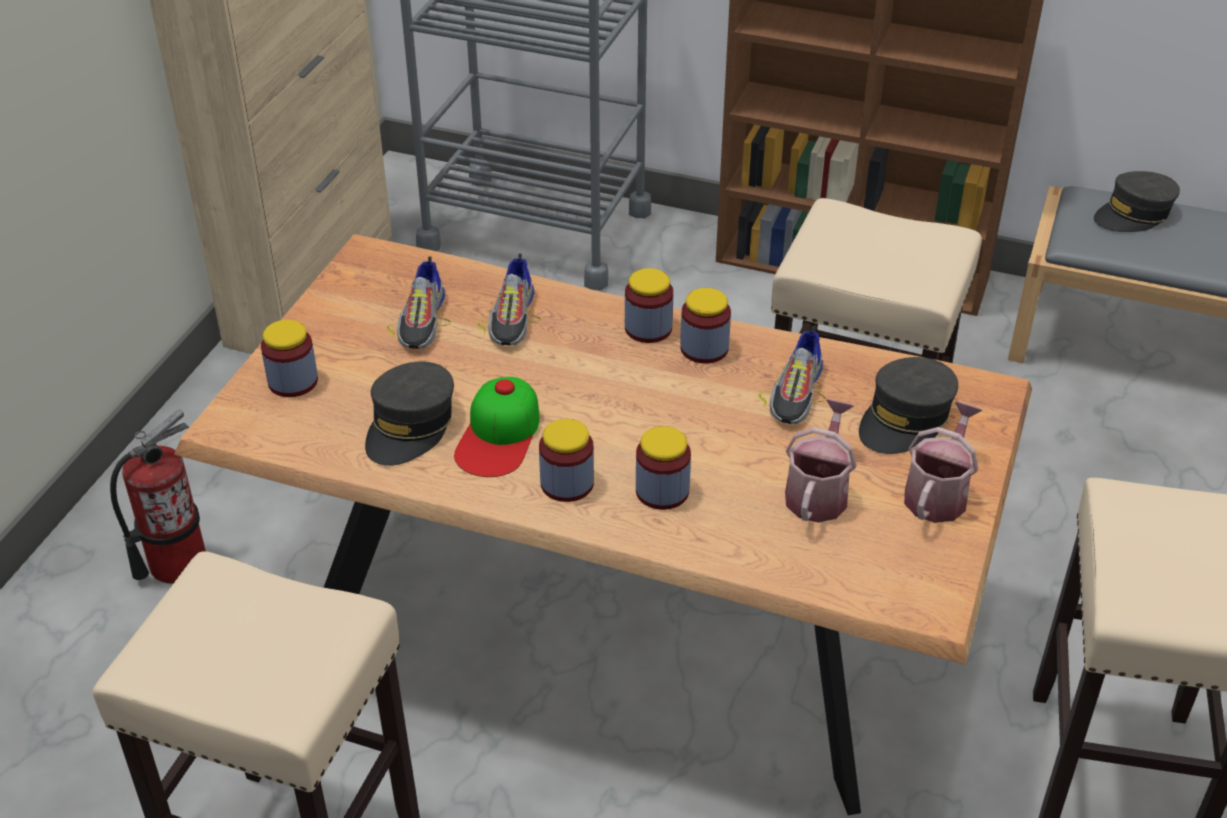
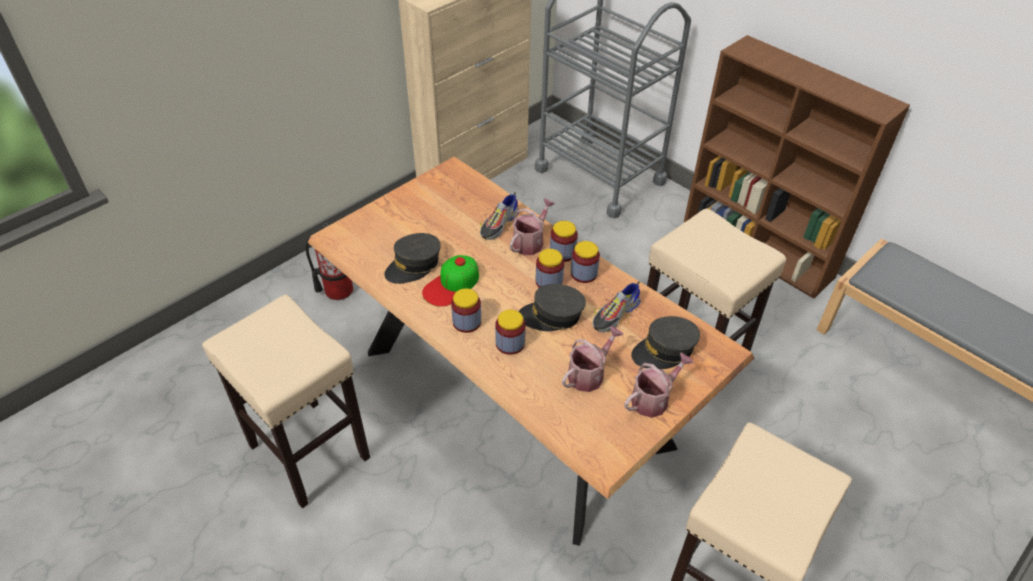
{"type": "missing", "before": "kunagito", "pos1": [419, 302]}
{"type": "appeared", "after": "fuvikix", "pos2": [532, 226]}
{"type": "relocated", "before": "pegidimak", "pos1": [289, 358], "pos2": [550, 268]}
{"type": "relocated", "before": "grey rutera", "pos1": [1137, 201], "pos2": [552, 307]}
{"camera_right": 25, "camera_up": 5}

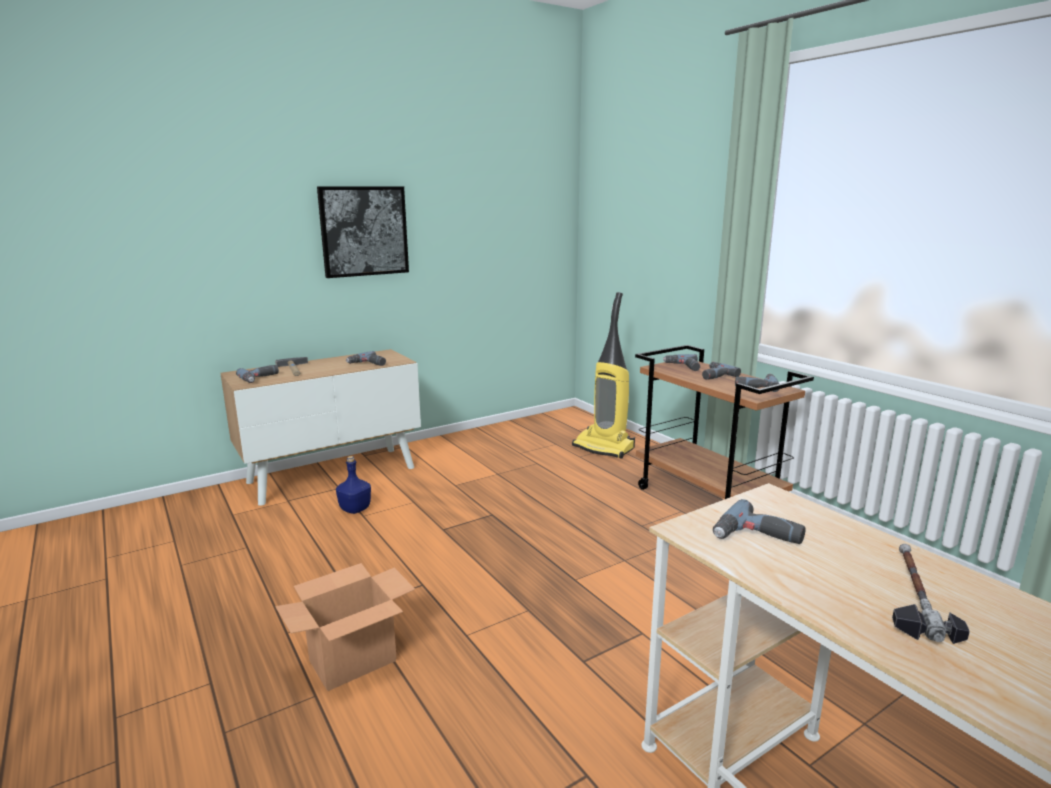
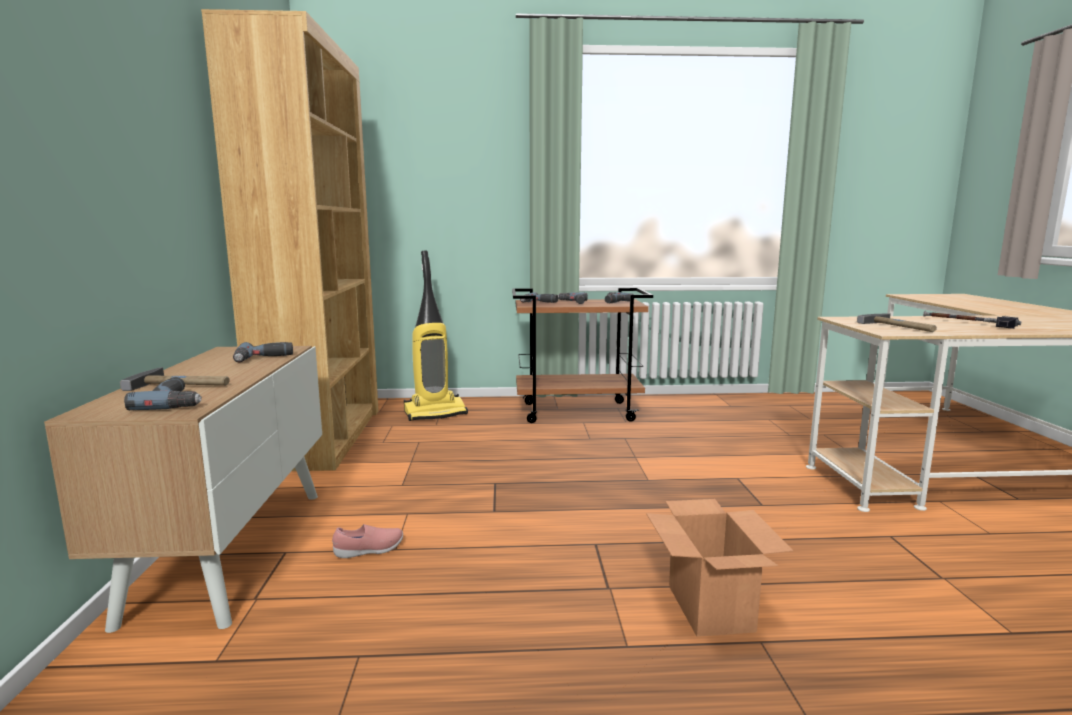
{"type": "missing", "before": "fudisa", "pos1": [363, 232]}
{"type": "appeared", "after": "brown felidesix", "pos2": [290, 240]}
{"type": "exchanged", "before": "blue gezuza", "after": "pink kunagito", "pos1": [353, 485], "pos2": [367, 541]}
{"type": "exchanged", "before": "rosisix", "after": "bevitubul", "pos1": [759, 521], "pos2": [897, 322]}
{"camera_right": -60, "camera_up": -5}

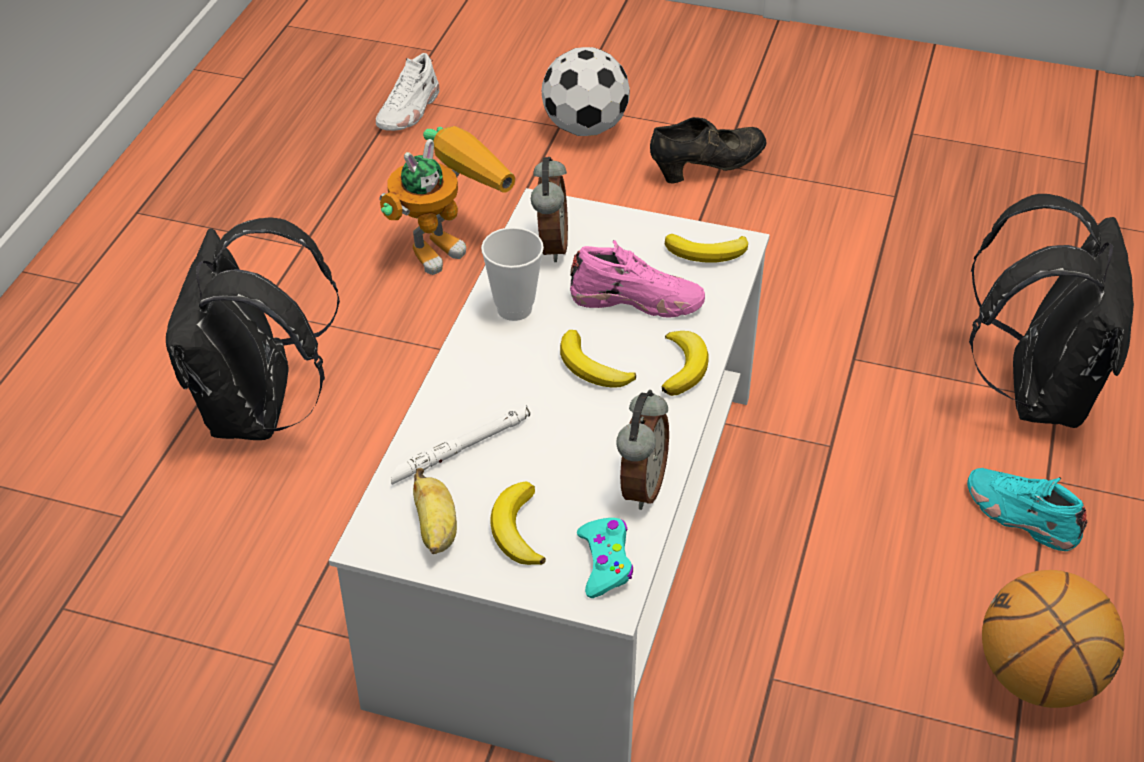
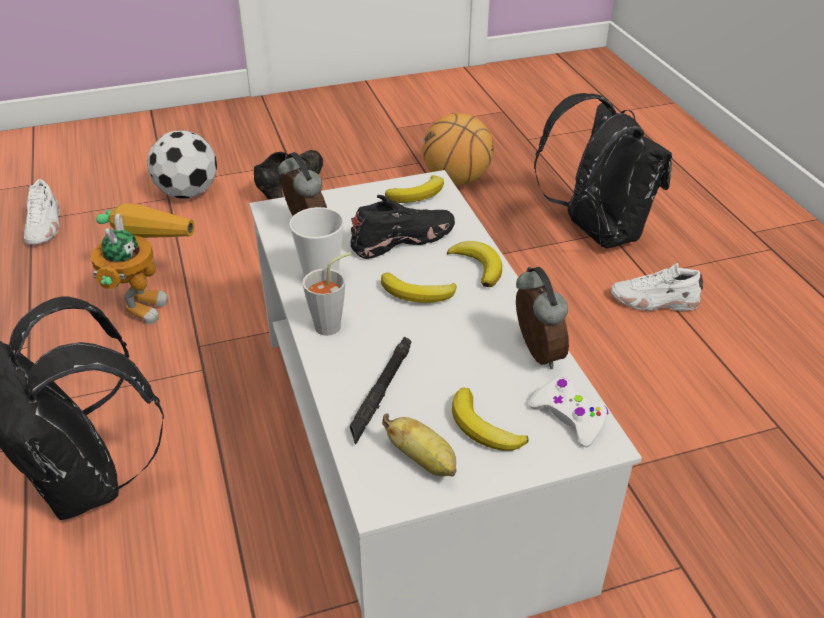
{"type": "appeared", "after": "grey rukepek", "pos2": [327, 294]}
{"type": "relocated", "before": "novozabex", "pos1": [1053, 639], "pos2": [458, 149]}
{"type": "colour", "before": "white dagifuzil", "after": "black dagifuzil", "pos1": [460, 445], "pos2": [380, 391]}
{"type": "colour", "before": "pink kunagito", "after": "black kunagito", "pos1": [637, 279], "pos2": [402, 227]}
{"type": "colour", "before": "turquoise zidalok", "after": "white zidalok", "pos1": [605, 558], "pos2": [568, 412]}
{"type": "colour", "before": "turquoise kunagito", "after": "white kunagito", "pos1": [1027, 509], "pos2": [657, 286]}
{"camera_right": -35, "camera_up": -5}

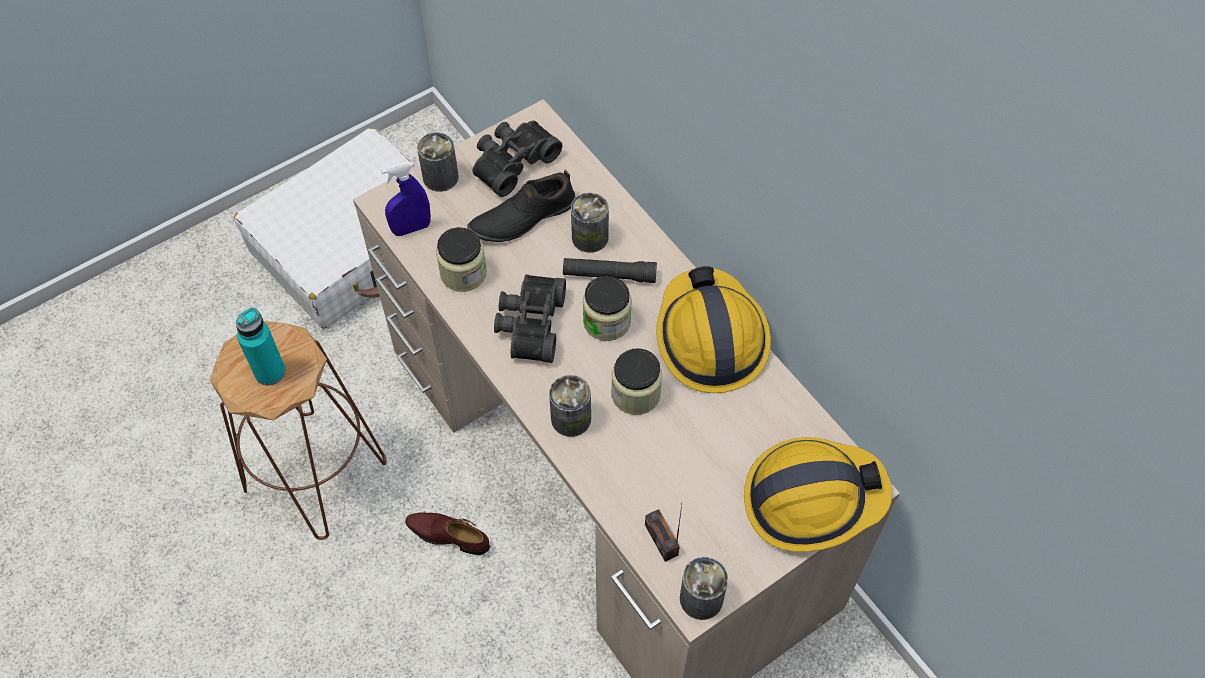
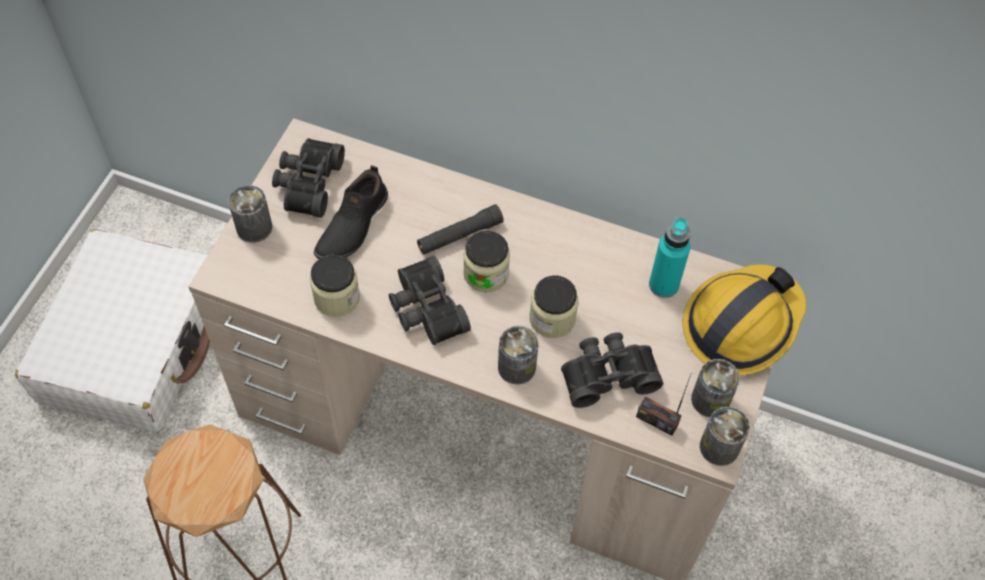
{"type": "missing", "before": "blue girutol", "pos1": [406, 199]}
{"type": "missing", "before": "brown kunagito", "pos1": [447, 533]}
{"type": "missing", "before": "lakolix", "pos1": [713, 329]}
{"type": "appeared", "after": "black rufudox", "pos2": [612, 370]}
{"type": "relocated", "before": "turquoise gezuza", "pos1": [261, 346], "pos2": [669, 258]}
{"type": "relocated", "before": "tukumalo", "pos1": [590, 223], "pos2": [715, 388]}
{"camera_right": -35, "camera_up": 0}

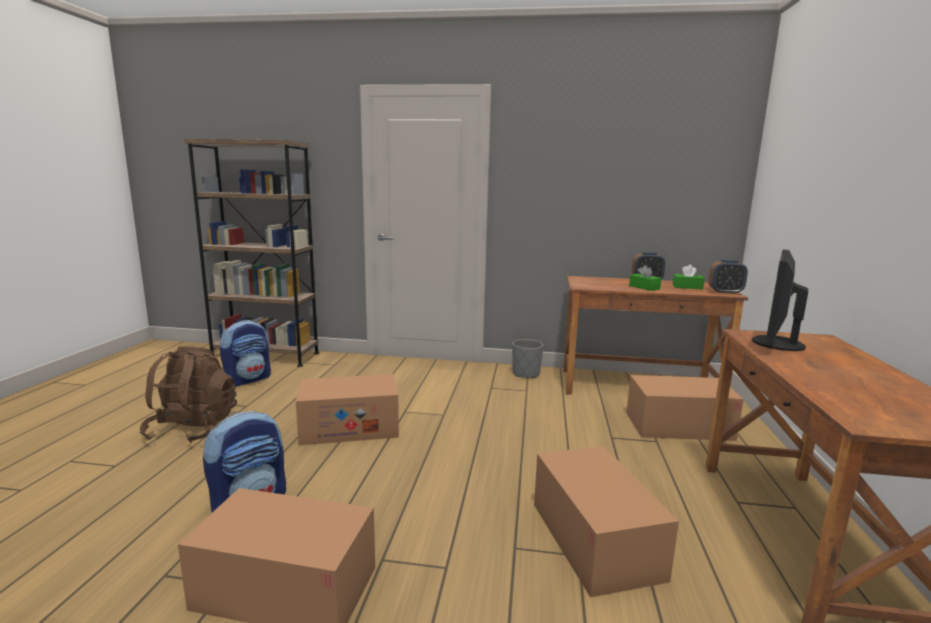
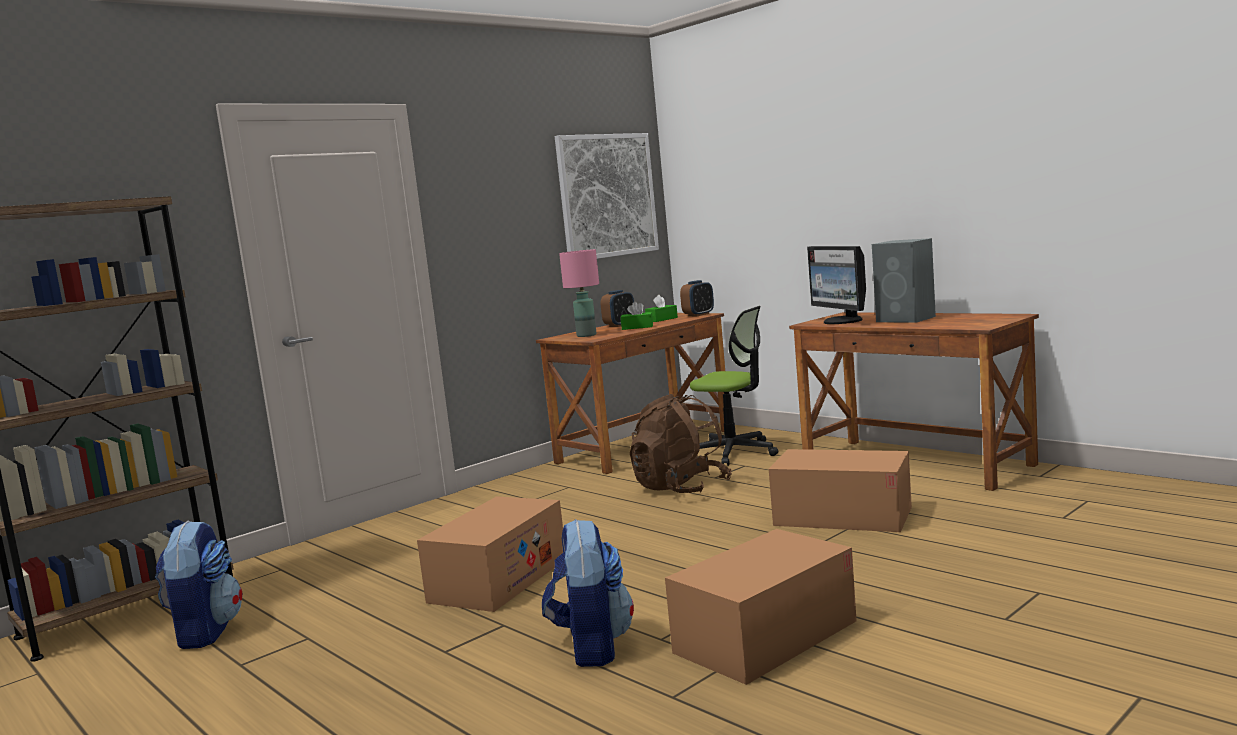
{"type": "missing", "before": "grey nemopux", "pos1": [527, 358]}
{"type": "appeared", "after": "fudisa", "pos2": [607, 196]}
{"type": "appeared", "after": "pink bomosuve", "pos2": [579, 293]}
{"type": "appeared", "after": "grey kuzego", "pos2": [904, 280]}
{"type": "relocated", "before": "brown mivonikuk", "pos1": [188, 394], "pos2": [681, 443]}
{"type": "exchanged", "before": "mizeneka", "after": "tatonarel", "pos1": [685, 408], "pos2": [734, 386]}
{"camera_right": -50, "camera_up": -5}

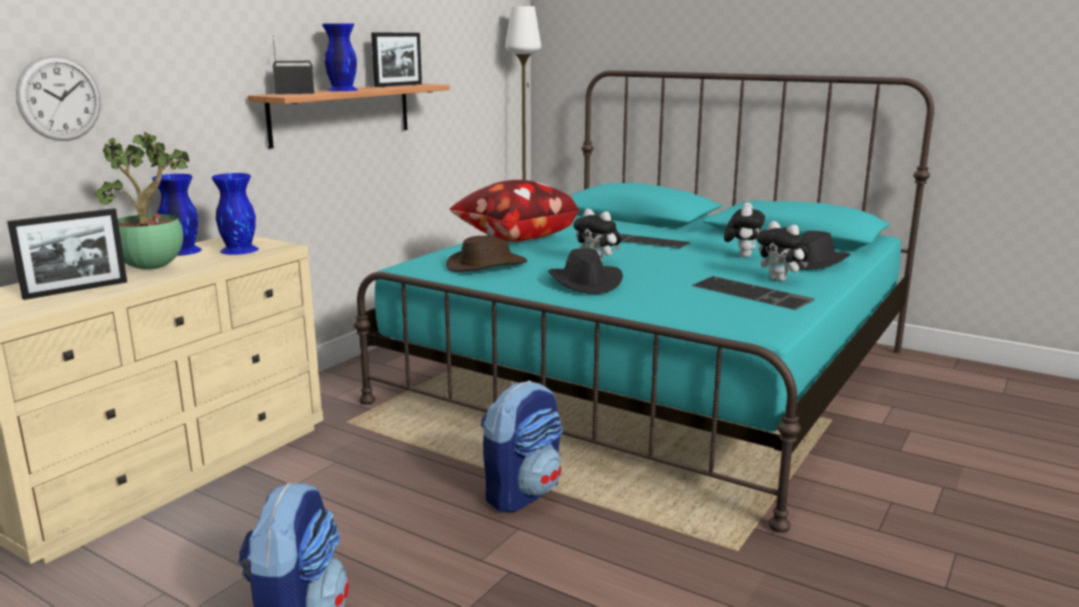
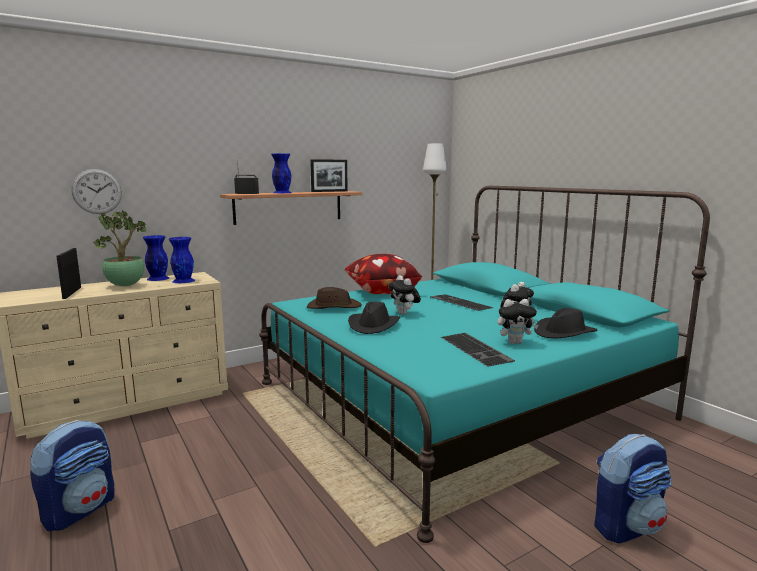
{"type": "relocated", "before": "mivonikuk", "pos1": [522, 446], "pos2": [633, 488]}
{"type": "spun", "before": "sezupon", "pos1": [67, 254], "pos2": [68, 273], "turn": 90}
{"type": "spun", "before": "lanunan", "pos1": [783, 251], "pos2": [517, 321], "turn": -75}
{"camera_right": 25, "camera_up": -5}

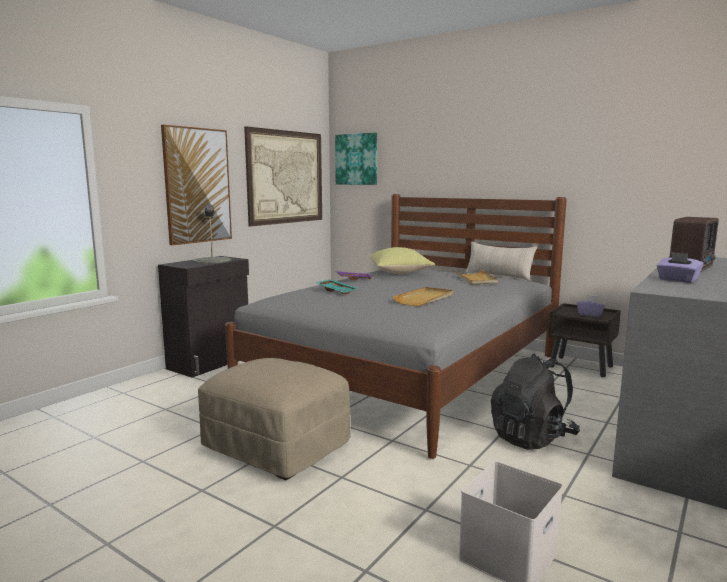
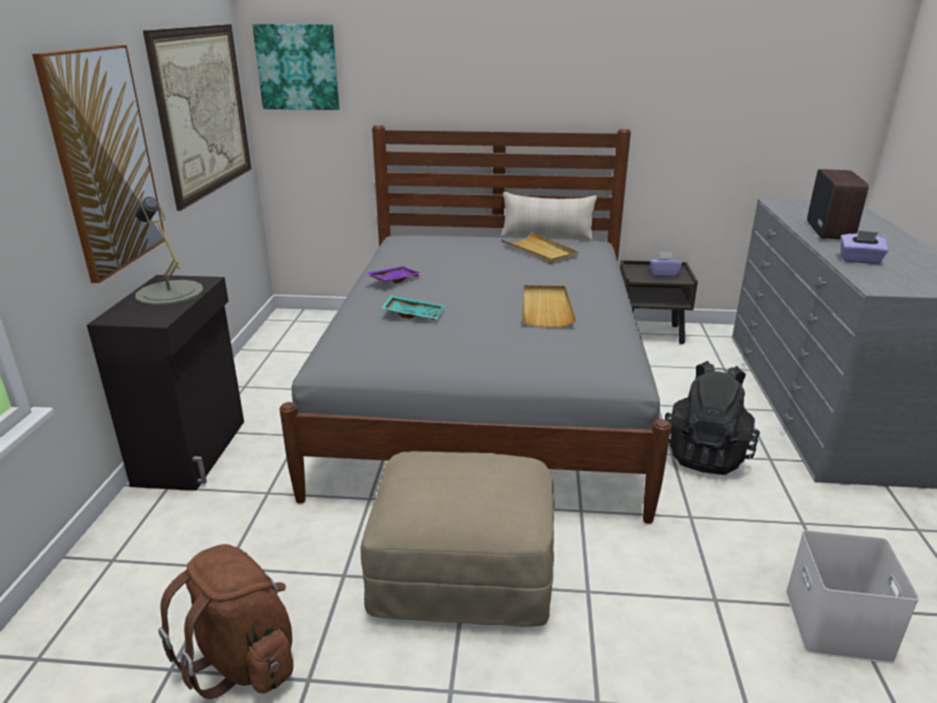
{"type": "missing", "before": "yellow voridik", "pos1": [402, 260]}
{"type": "appeared", "after": "brown mivonikuk", "pos2": [225, 621]}
{"camera_right": -30, "camera_up": 15}

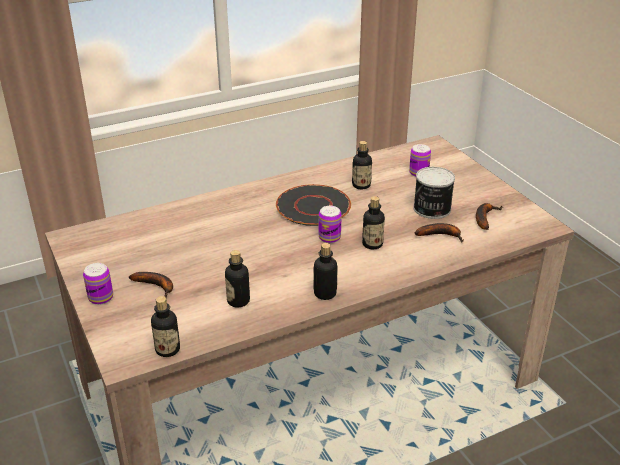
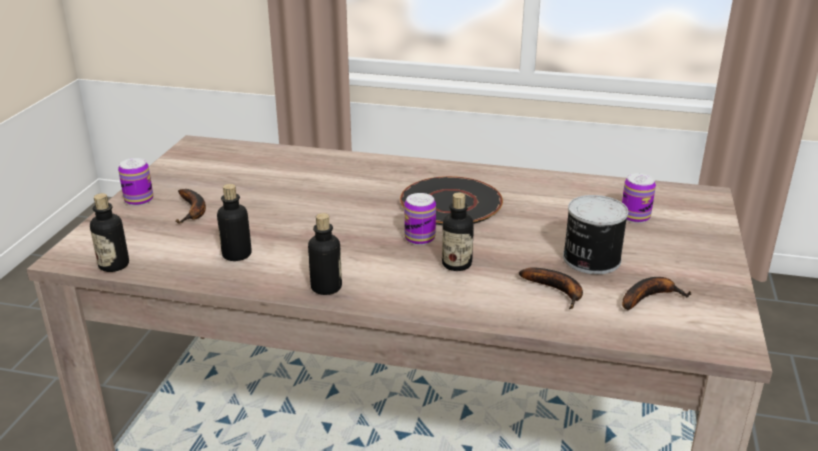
{"type": "missing", "before": "gezuza", "pos1": [362, 165]}
{"camera_right": 40, "camera_up": -5}

